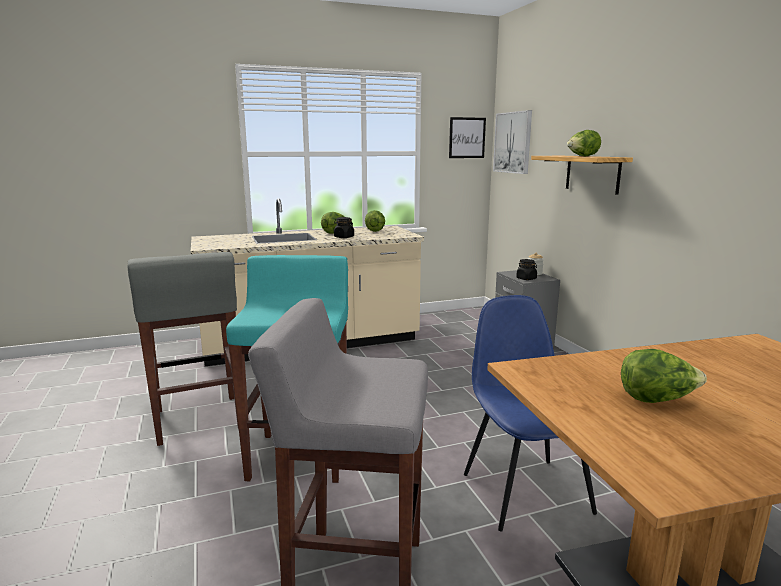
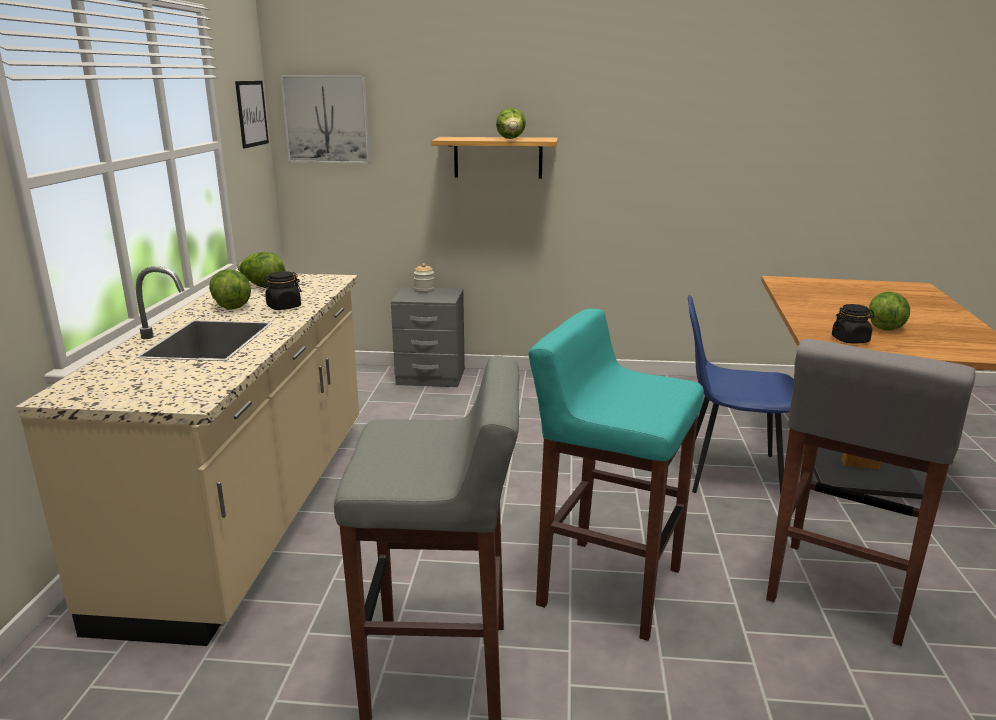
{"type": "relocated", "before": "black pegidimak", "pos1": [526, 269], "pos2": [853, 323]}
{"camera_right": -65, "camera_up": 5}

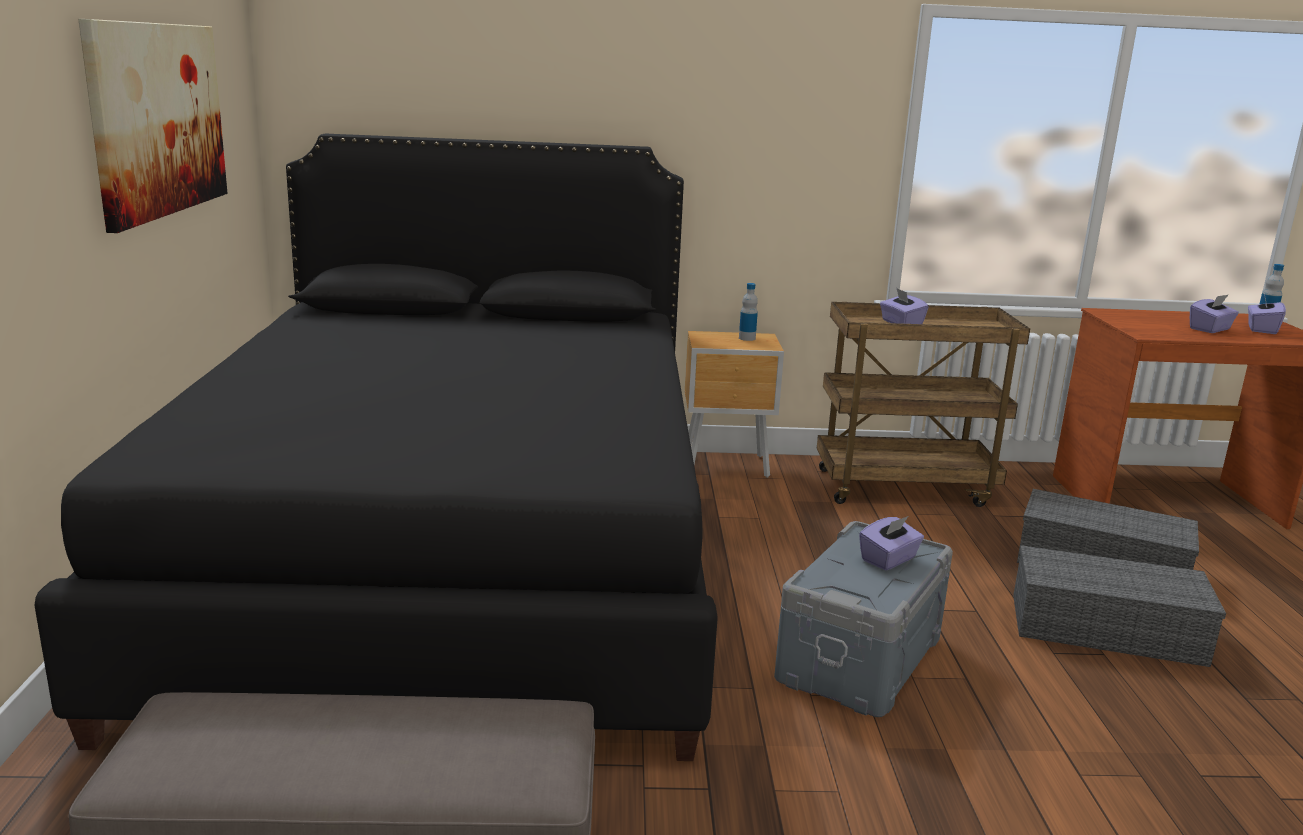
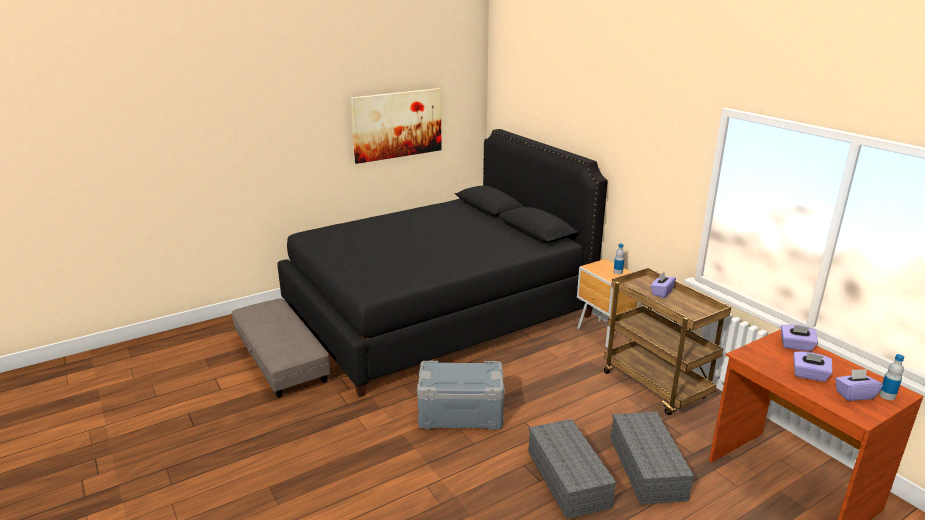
{"type": "relocated", "before": "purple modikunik", "pos1": [891, 543], "pos2": [799, 338]}
{"camera_right": 60, "camera_up": 5}

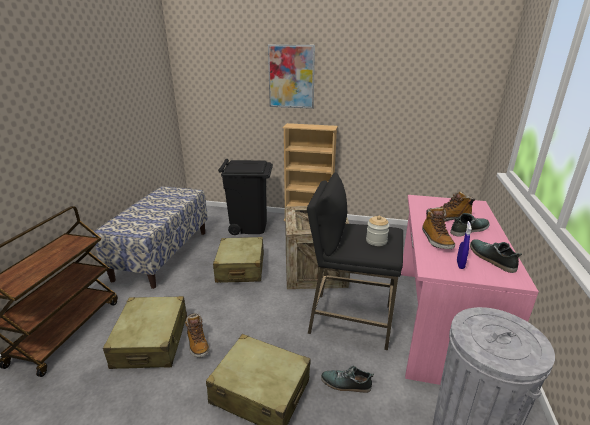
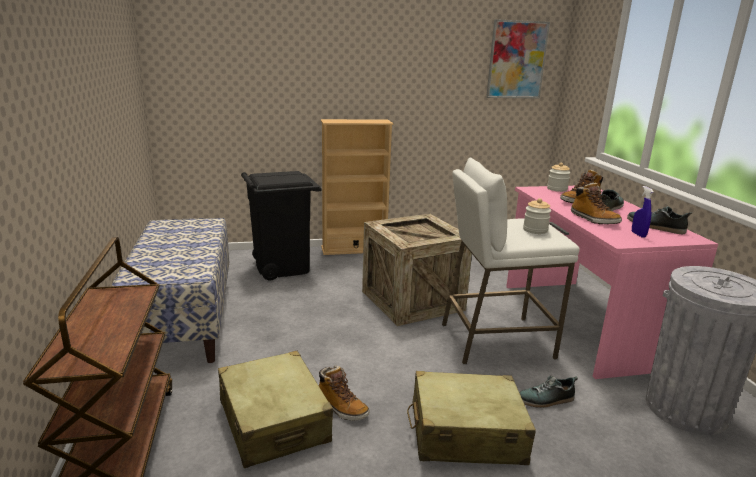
{"type": "missing", "before": "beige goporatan", "pos1": [238, 260]}
{"type": "appeared", "after": "pegidimak", "pos2": [558, 177]}
{"type": "relocated", "before": "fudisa", "pos1": [291, 77], "pos2": [518, 59]}
{"type": "colour", "before": "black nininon", "after": "white nininon", "pos1": [355, 261], "pos2": [511, 261]}
{"camera_right": -25, "camera_up": -5}

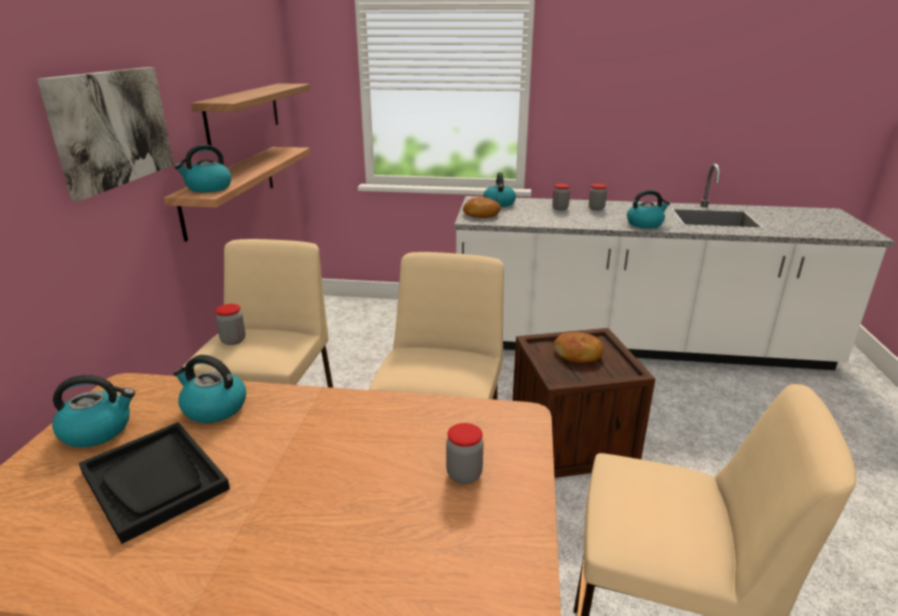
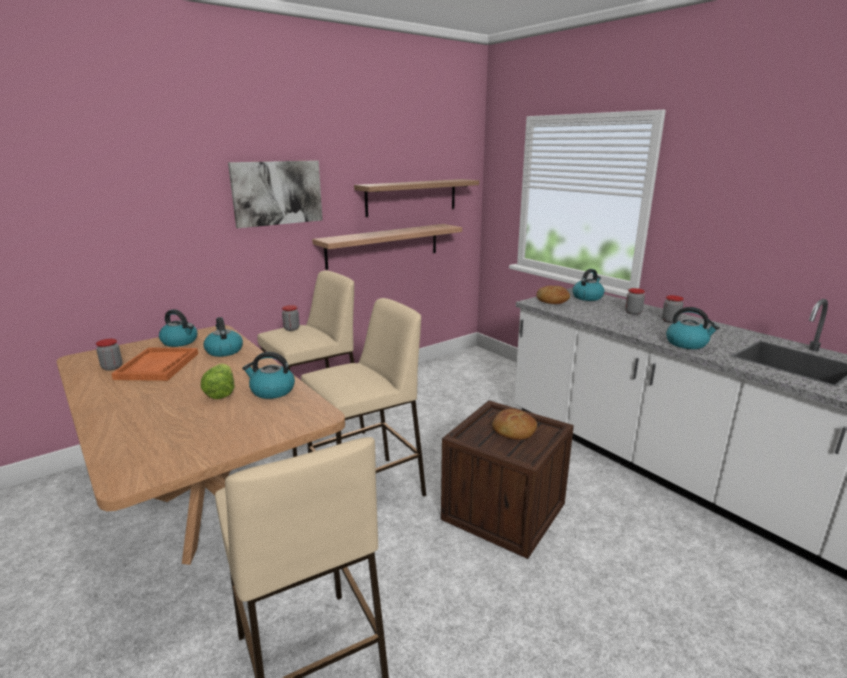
{"type": "appeared", "after": "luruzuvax", "pos2": [218, 381]}
{"type": "relocated", "before": "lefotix", "pos1": [203, 168], "pos2": [268, 375]}
{"type": "relocated", "before": "pegidimak", "pos1": [464, 453], "pos2": [109, 355]}
{"type": "colour", "before": "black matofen", "after": "orange matofen", "pos1": [154, 483], "pos2": [154, 364]}
{"camera_right": 45, "camera_up": -5}

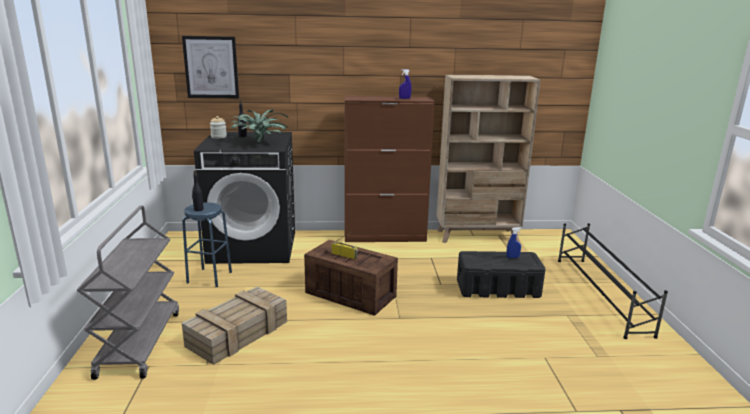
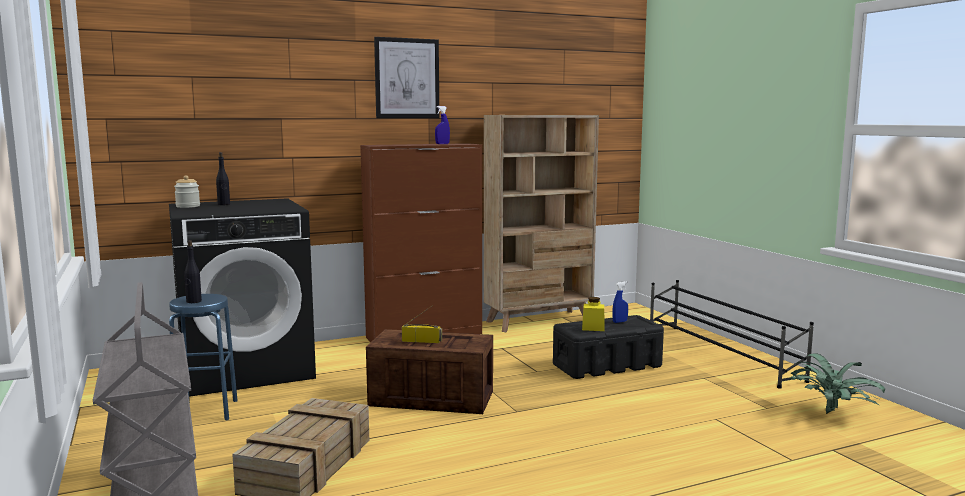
{"type": "appeared", "after": "yellow pegidimak", "pos2": [593, 314]}
{"type": "relocated", "before": "fudisa", "pos1": [210, 67], "pos2": [406, 77]}
{"type": "relocated", "before": "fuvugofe", "pos1": [260, 126], "pos2": [837, 383]}
{"camera_right": -20, "camera_up": -10}

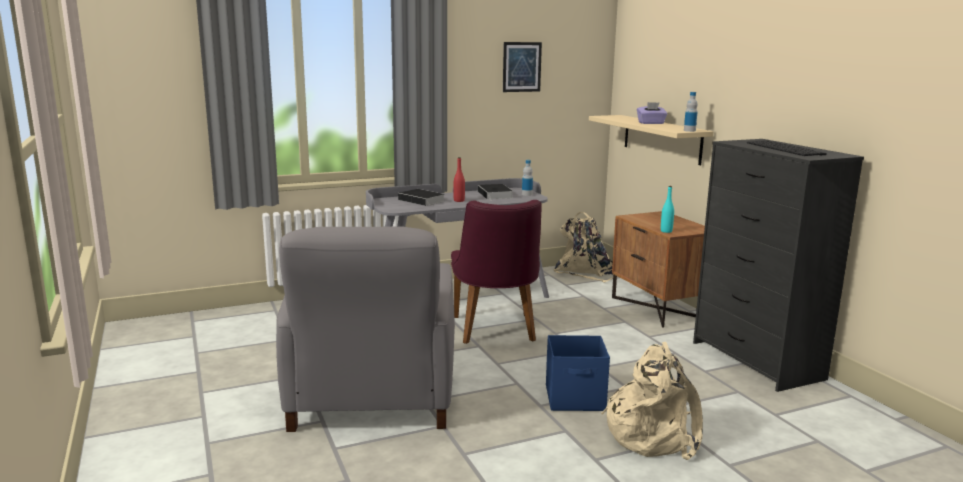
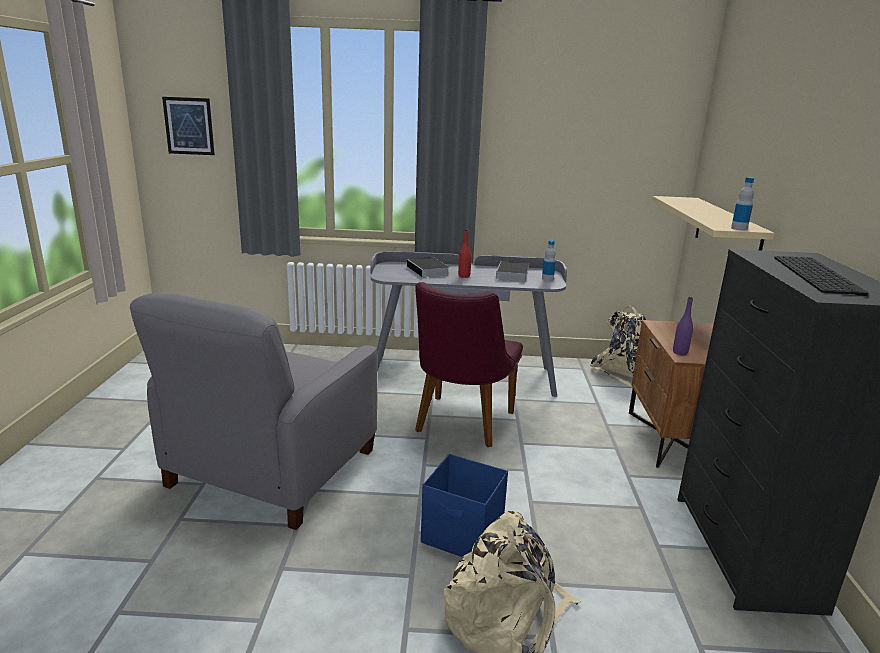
{"type": "missing", "before": "purple modikunik", "pos1": [652, 113]}
{"type": "relocated", "before": "fudisa", "pos1": [522, 67], "pos2": [188, 126]}
{"type": "colour", "before": "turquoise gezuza", "after": "purple gezuza", "pos1": [667, 209], "pos2": [683, 326]}
{"camera_right": 25, "camera_up": 5}

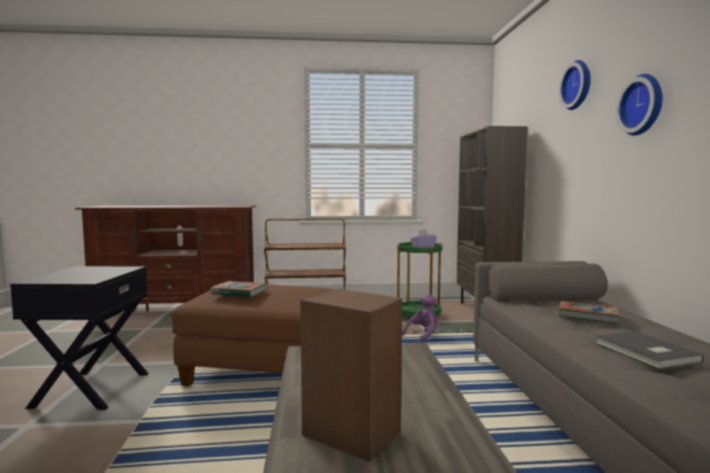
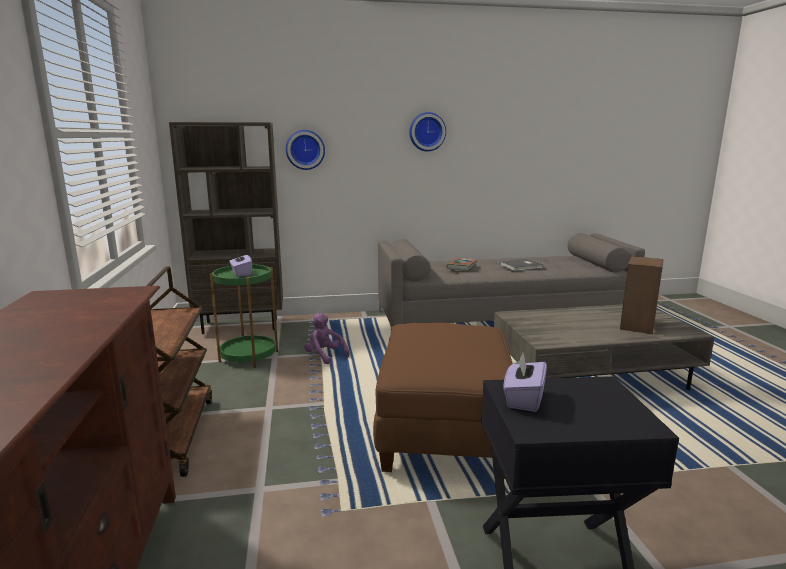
{"type": "missing", "before": "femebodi", "pos1": [238, 289]}
{"type": "appeared", "after": "purple modikunik", "pos2": [525, 382]}
{"type": "relocated", "before": "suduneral", "pos1": [575, 85], "pos2": [305, 150]}
{"camera_right": -95, "camera_up": 10}

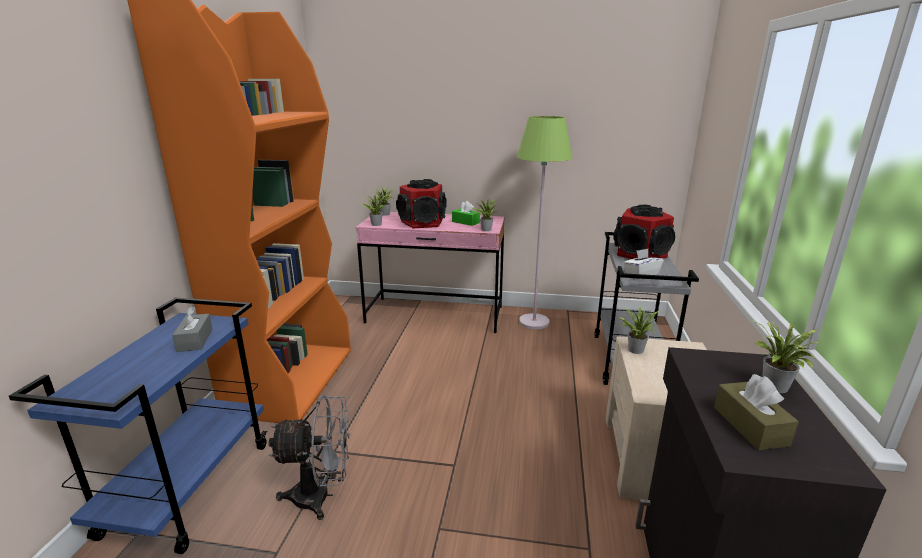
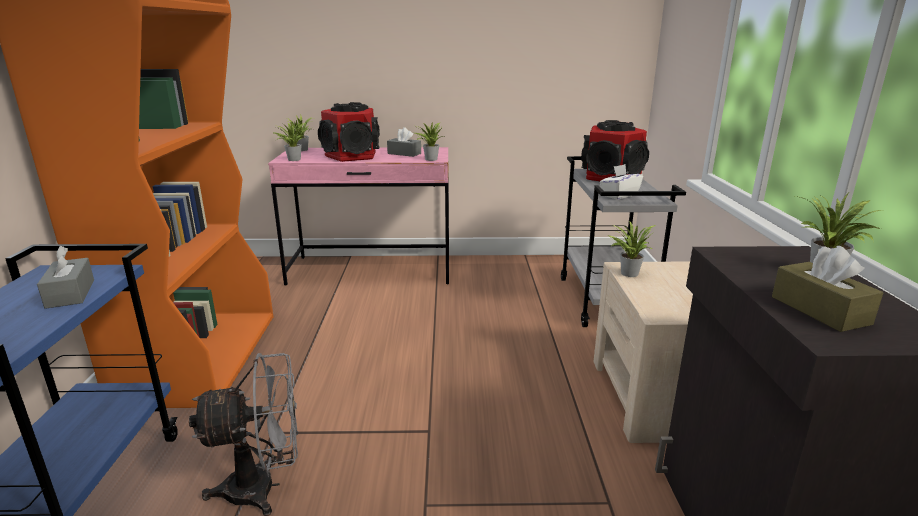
{"type": "missing", "before": "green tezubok", "pos1": [544, 222]}
{"type": "colour", "before": "green modikunik", "after": "grey modikunik", "pos1": [466, 213], "pos2": [404, 142]}
{"camera_right": -10, "camera_up": 0}

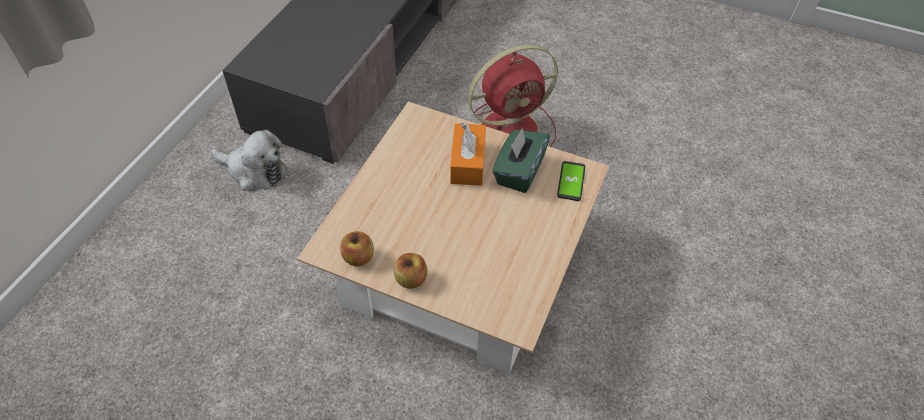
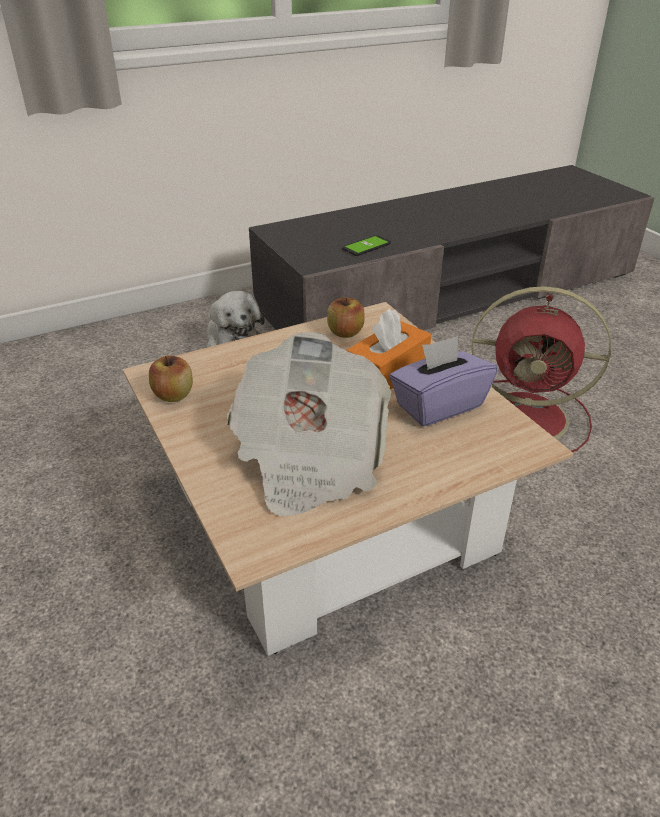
{"type": "appeared", "after": "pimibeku", "pos2": [309, 424]}
{"type": "relocated", "before": "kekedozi", "pos1": [410, 271], "pos2": [345, 317]}
{"type": "relocated", "before": "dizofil", "pos1": [571, 181], "pos2": [366, 245]}
{"type": "colour", "before": "green modikunik", "after": "purple modikunik", "pos1": [521, 160], "pos2": [443, 381]}
{"camera_right": 40, "camera_up": -15}

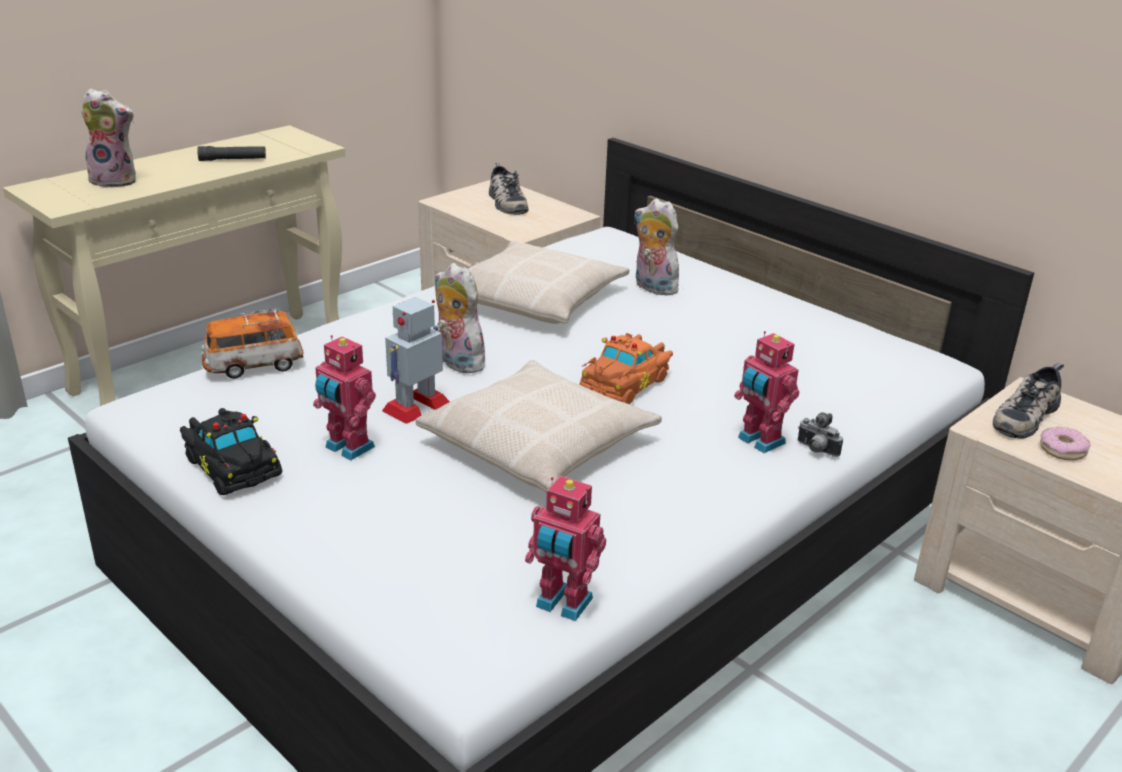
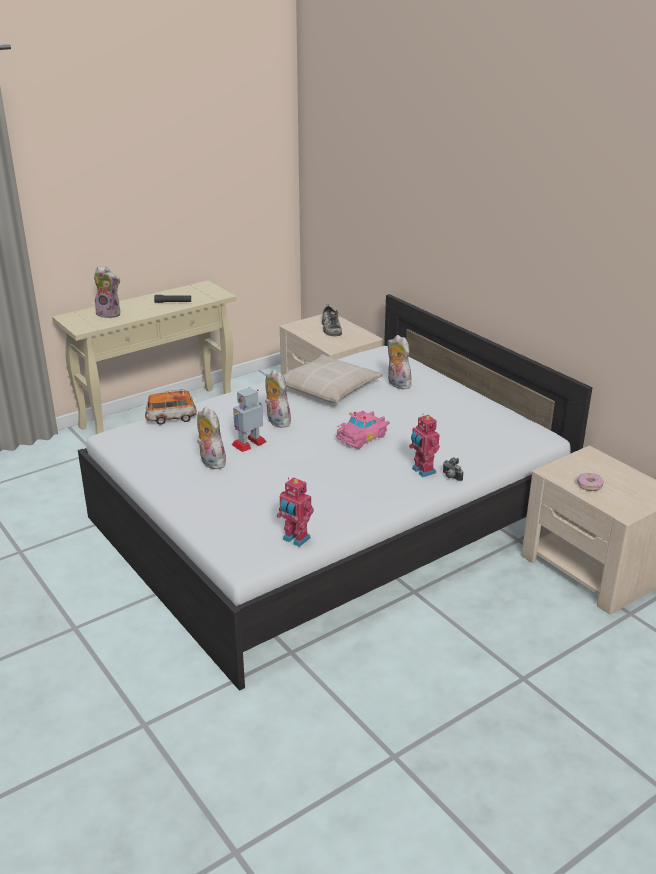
{"type": "missing", "before": "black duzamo", "pos1": [231, 451]}
{"type": "missing", "before": "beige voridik", "pos1": [539, 426]}
{"type": "missing", "before": "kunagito", "pos1": [1028, 400]}
{"type": "exchanged", "before": "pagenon", "after": "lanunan", "pos1": [344, 397], "pos2": [211, 438]}
{"type": "colour", "before": "orange duzamo", "after": "pink duzamo", "pos1": [626, 368], "pos2": [363, 430]}
{"camera_right": 10, "camera_up": 0}

